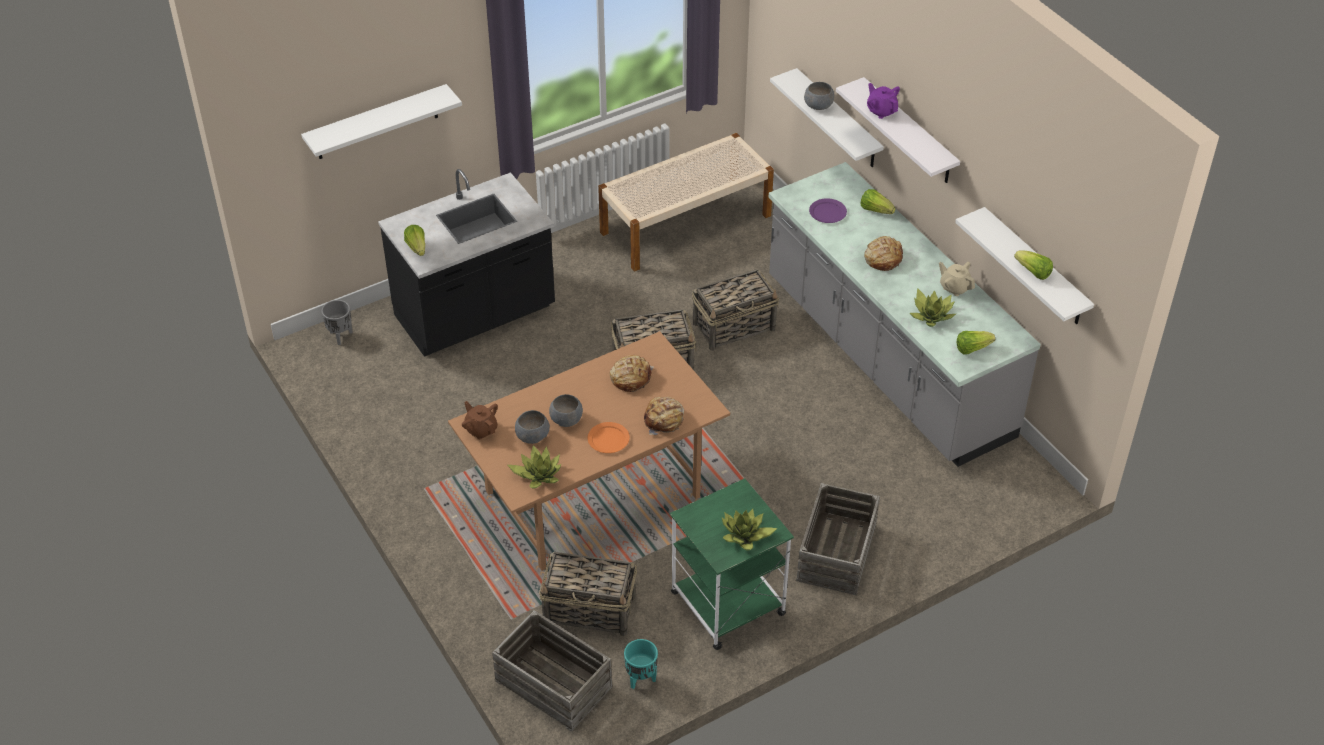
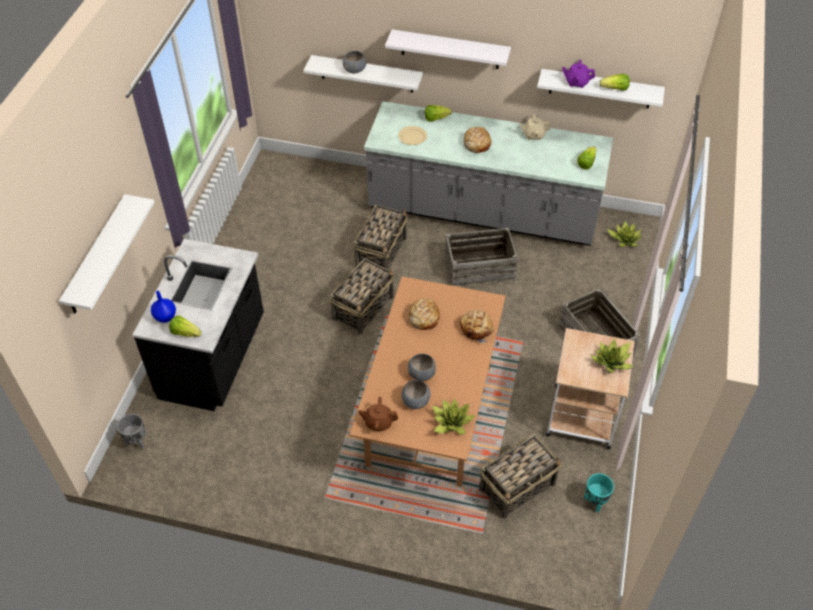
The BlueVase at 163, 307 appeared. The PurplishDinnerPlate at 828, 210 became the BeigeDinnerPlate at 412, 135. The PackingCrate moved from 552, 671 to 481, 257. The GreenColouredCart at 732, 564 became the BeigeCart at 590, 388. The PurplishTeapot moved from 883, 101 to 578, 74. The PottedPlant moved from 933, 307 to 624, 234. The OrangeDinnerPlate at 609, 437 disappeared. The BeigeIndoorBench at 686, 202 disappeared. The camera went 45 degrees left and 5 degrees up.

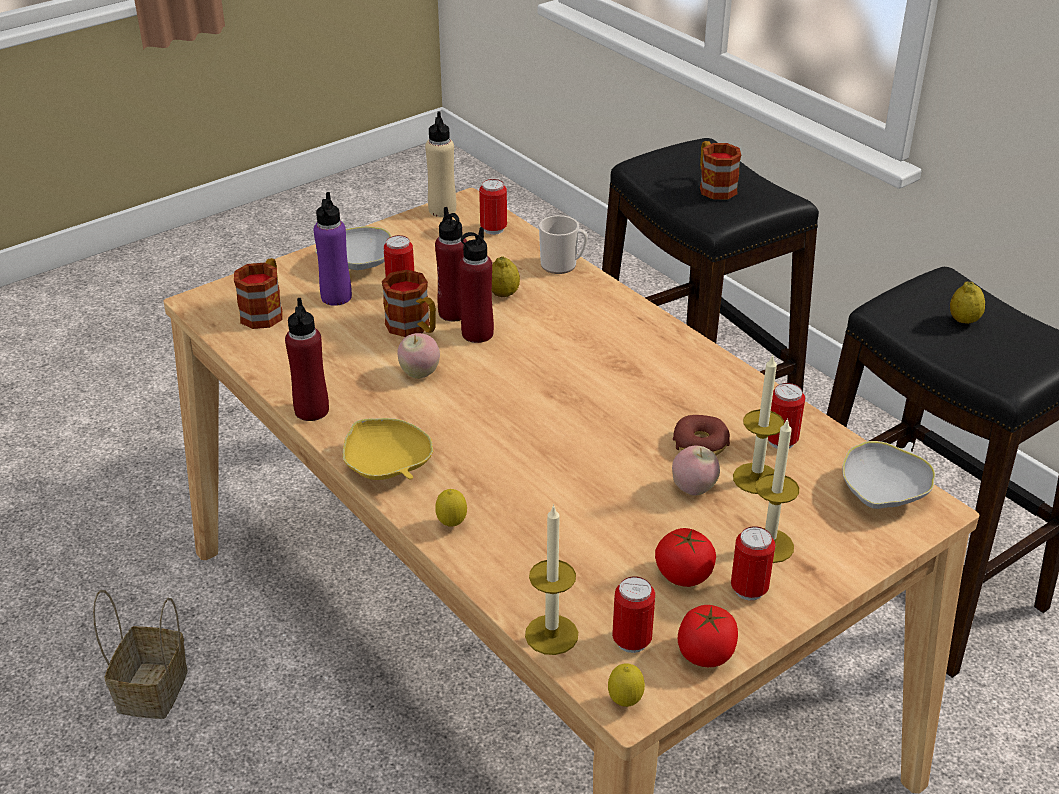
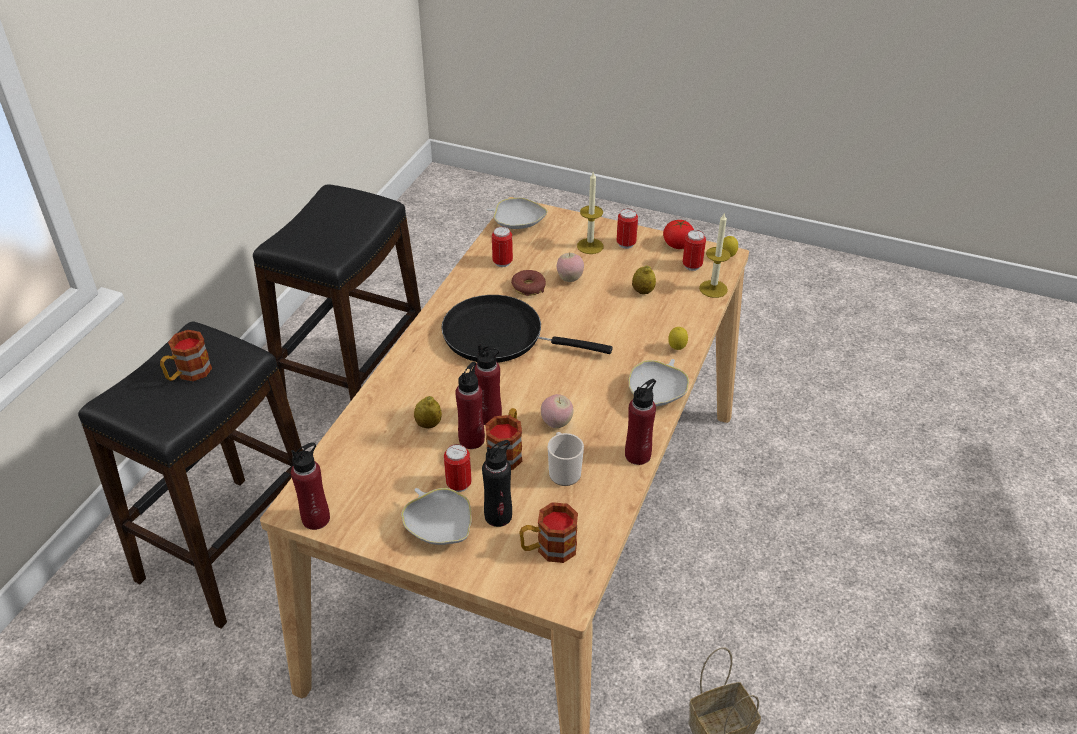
The BeigeBottle at 440, 164 became the RedColouredBottle at 310, 486. The BlackPan at 527, 329 appeared. The PurplishBottle at 333, 249 became the BlackBottle at 497, 483. The Mug moved from 563, 244 to 566, 459. The YellowishBowl at 388, 449 became the WhitishBowl at 659, 383. The Lemon moved from 967, 303 to 644, 279. The MetalCan at 493, 207 disappeared. The WholeTomato at 685, 557 disappeared. The WaxCandle at 758, 424 disappeared. The camera went 120 degrees left and 5 degrees up.

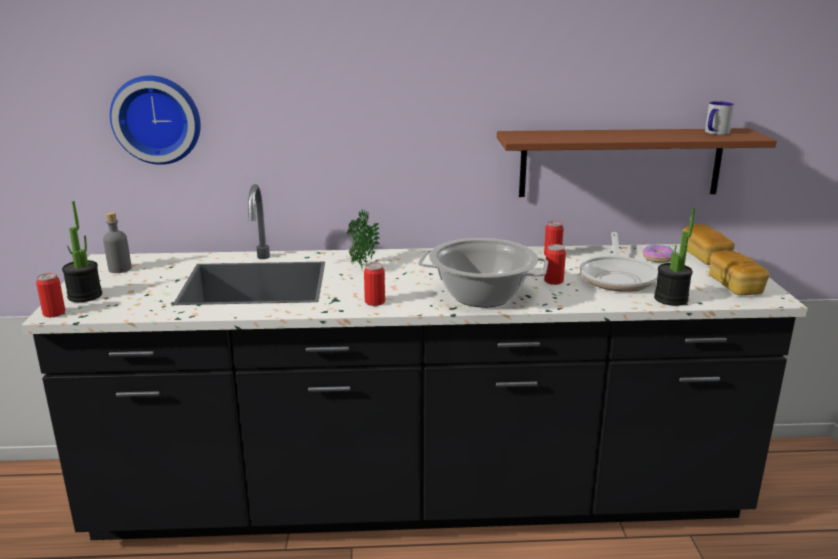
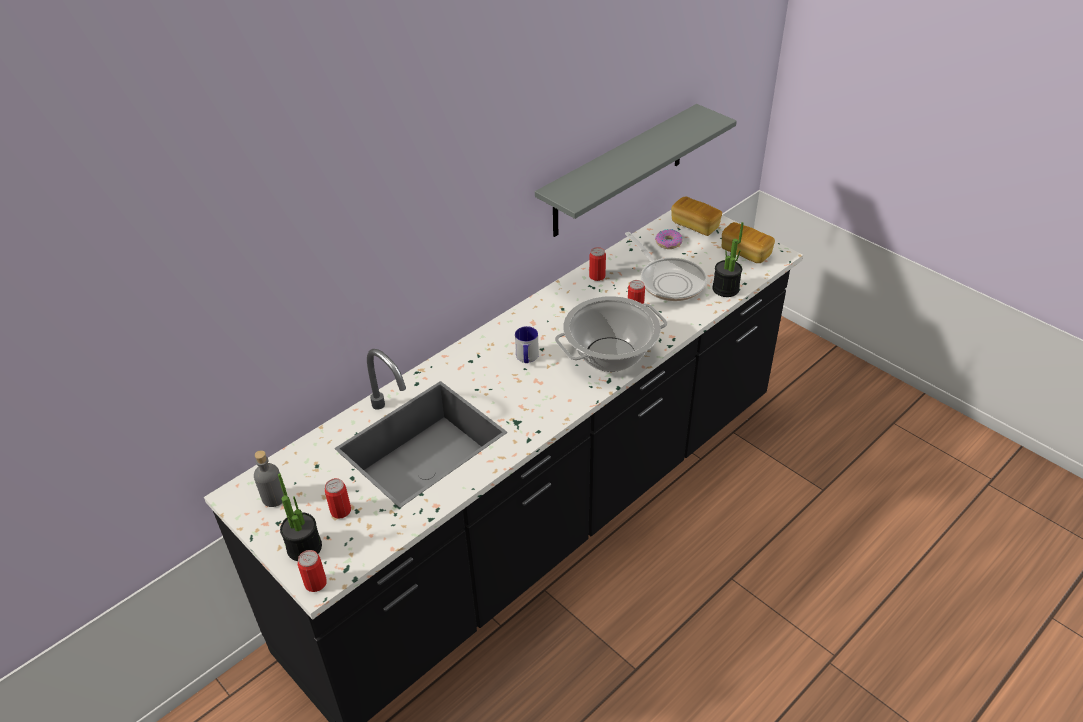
The MetalCan moved from 374, 284 to 338, 498. The Mug moved from 719, 118 to 527, 344. The BrownishWallShelf at 637, 162 became the GreyWallShelf at 636, 170. The HangingClock at 155, 120 disappeared. The PottedPlant at 363, 238 disappeared. The camera went 40 degrees left and 20 degrees up.

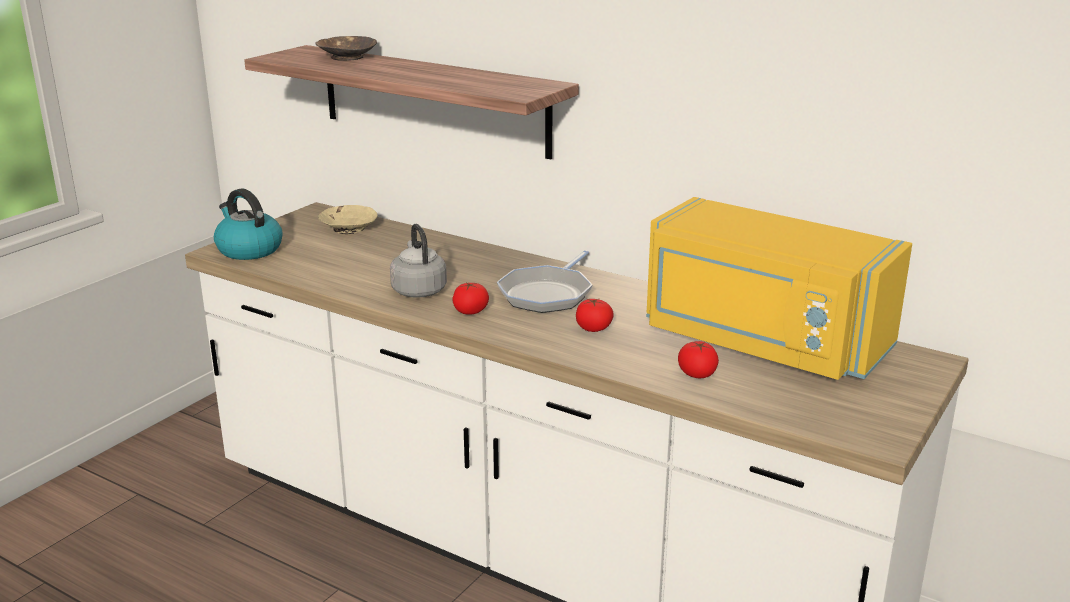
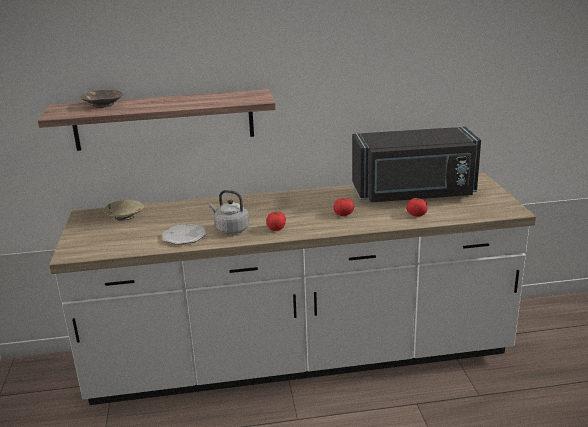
The DinnerPlate at 184, 234 appeared. The YellowishKitchenMicrowave at 779, 288 became the BlackKitchenMicrowave at 416, 164. The TeaKettle at 248, 224 disappeared. The Pan at 544, 281 disappeared. The camera went 40 degrees left and 0 degrees up.

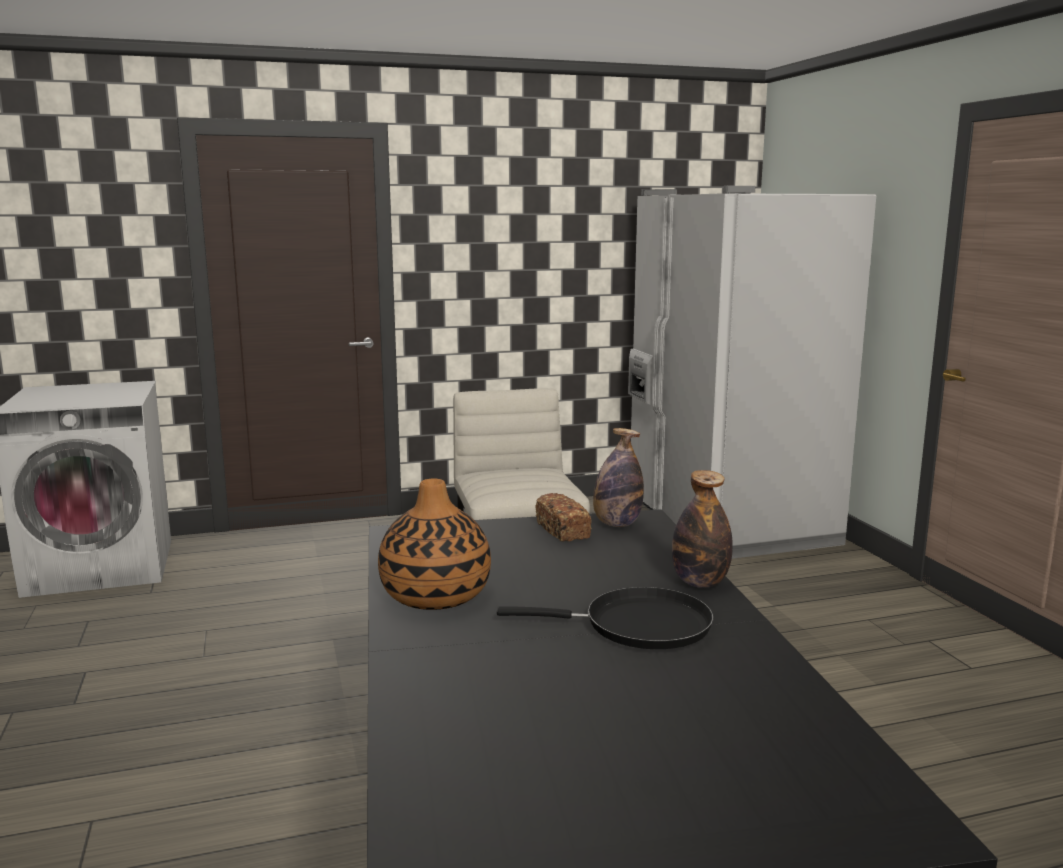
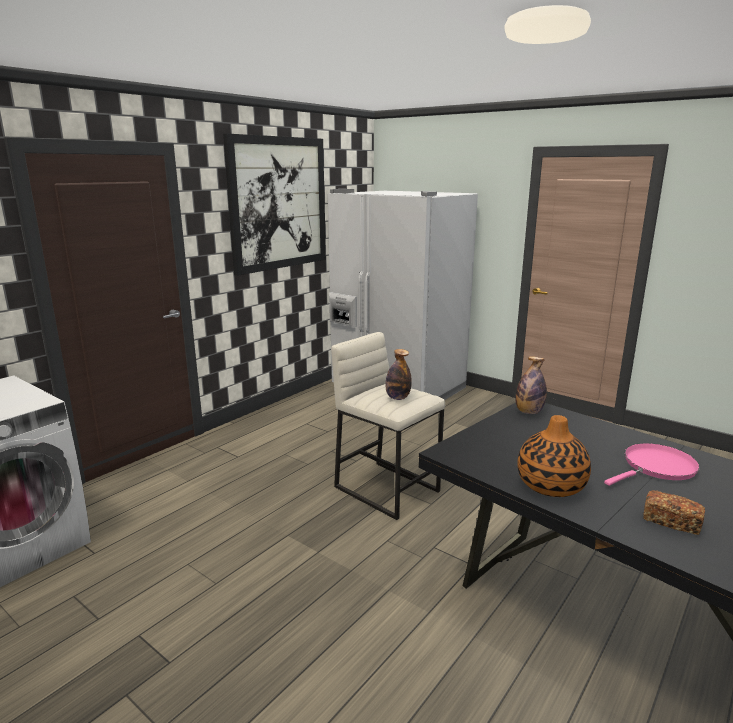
The WallArt at 274, 204 appeared. The Bottle moved from 702, 529 to 398, 374. The BlackPan at 605, 618 became the PinkishPan at 652, 464. The BakedBread moved from 563, 517 to 674, 512. The camera went 35 degrees left and 5 degrees up.

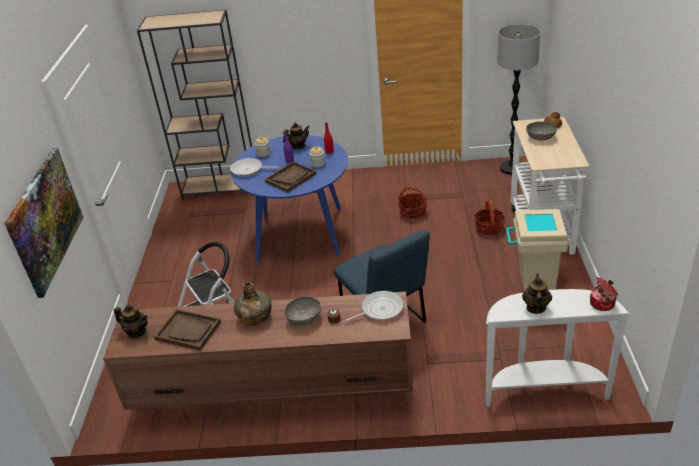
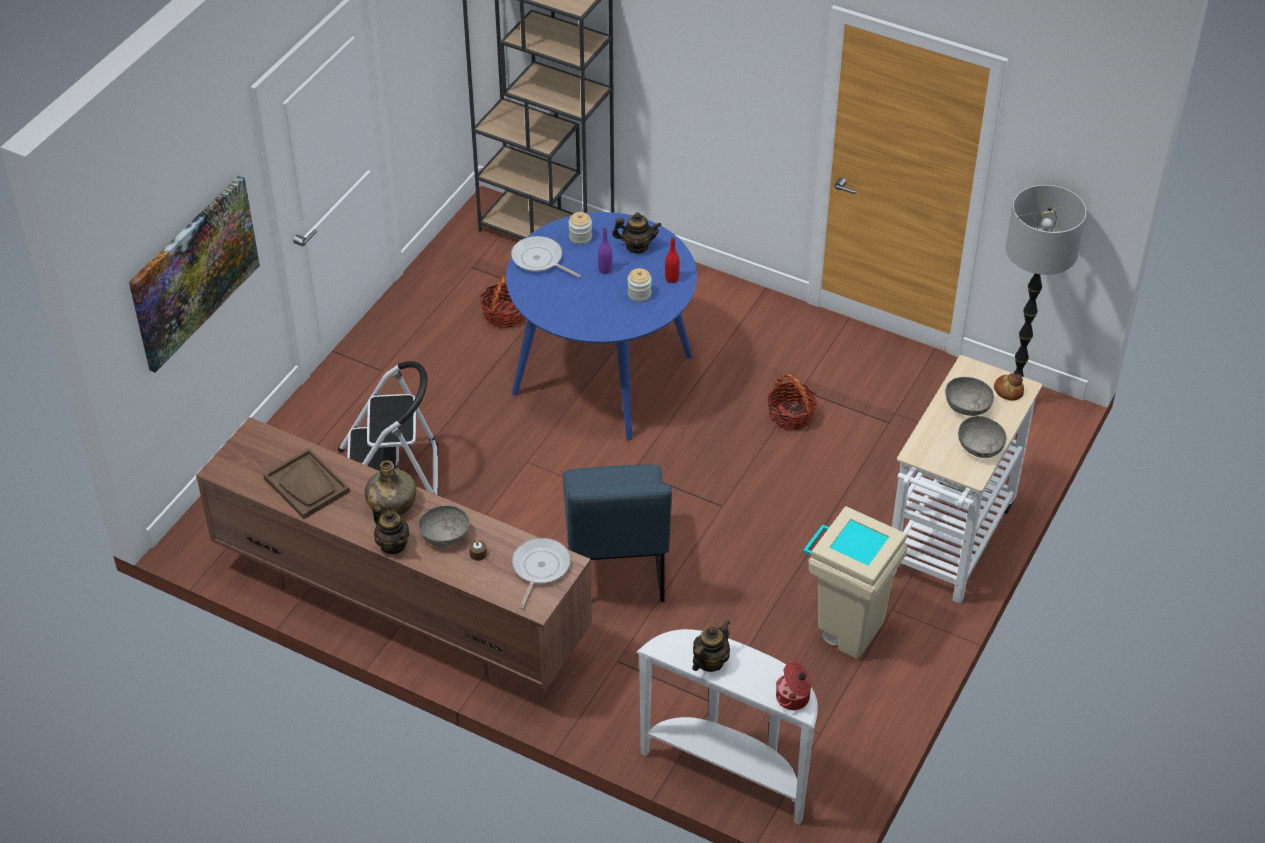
The Teapot moved from 131, 321 to 390, 529. The HouseholdBasket moved from 489, 217 to 502, 301. The Pan at 373, 307 turned 75 degrees counterclockwise. The GreyBowl at 982, 437 appeared. The BrownishCarryingTray at 291, 177 disappeared. The camera went 25 degrees right and 10 degrees up.

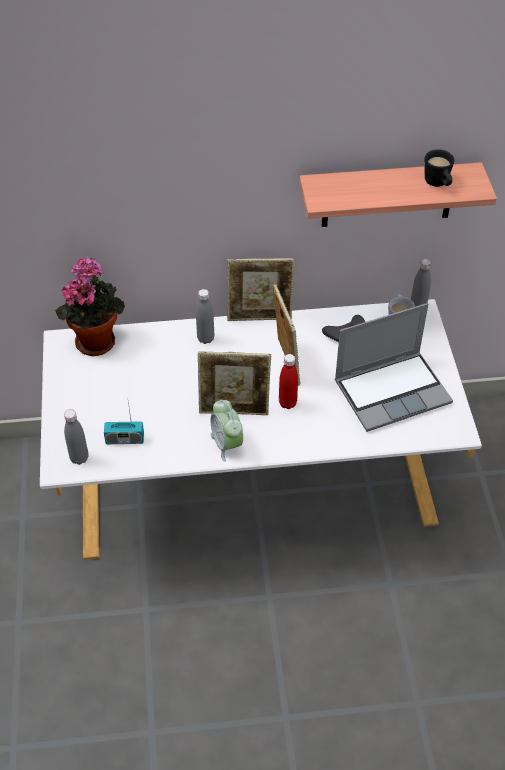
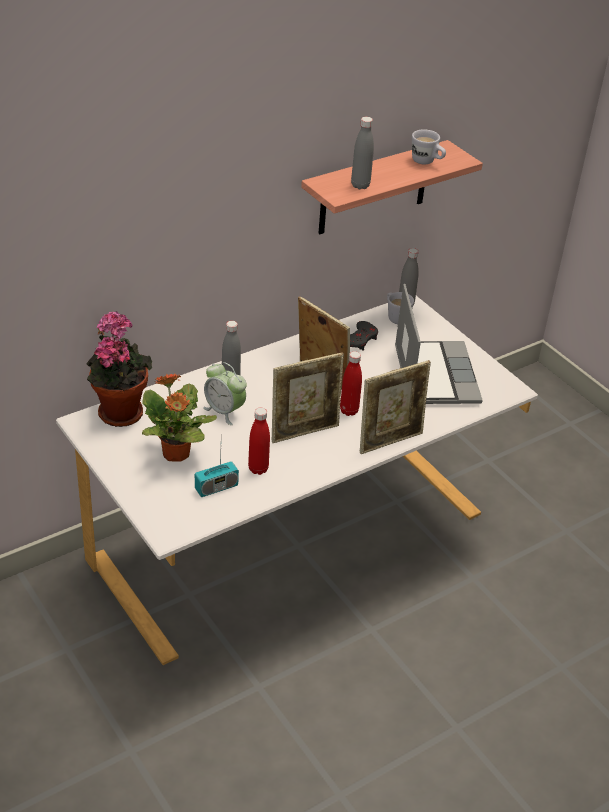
The PottedPlant at 179, 418 appeared. The AlarmClock moved from 226, 430 to 225, 393. The RedColouredBottle at 259, 441 appeared. The GreyBottle moved from 76, 437 to 362, 153. The PhotoFrame moved from 261, 289 to 395, 407. The NotebookComputer at 394, 367 turned 45 degrees counterclockwise. The BlackMug at 439, 168 became the WhitishMug at 429, 147. The camera went 30 degrees left and 10 degrees down.

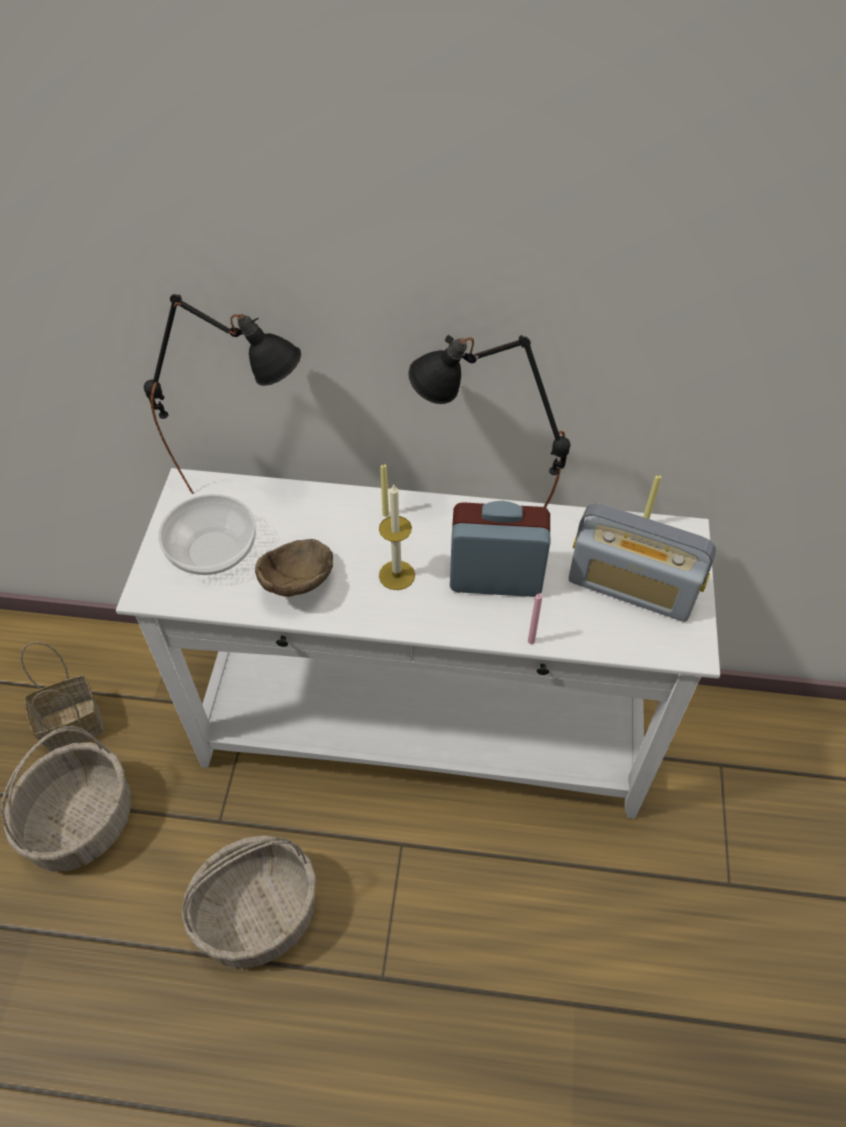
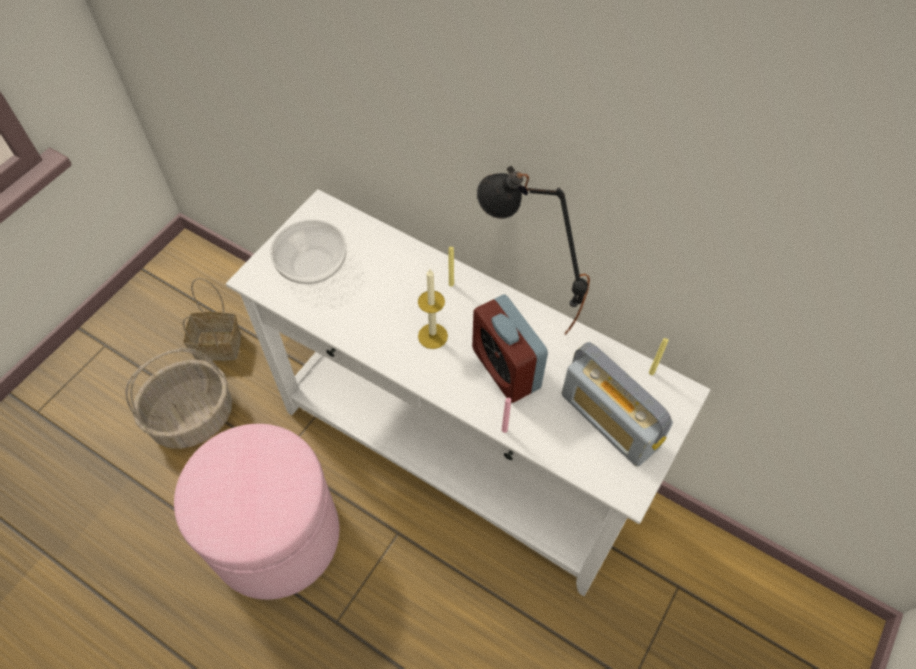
The HouseholdBasket at 249, 901 was replaced by the PinkishPouffe at 256, 512. The AlarmClock at 500, 549 turned 150 degrees counterclockwise. The BlackTableLamp at 222, 394 disappeared. The BrownishBowl at 294, 568 disappeared. The camera went 25 degrees right and 5 degrees up.

